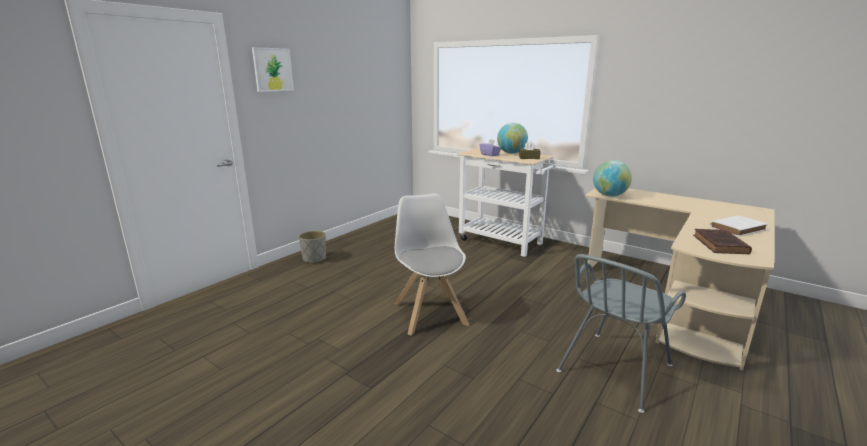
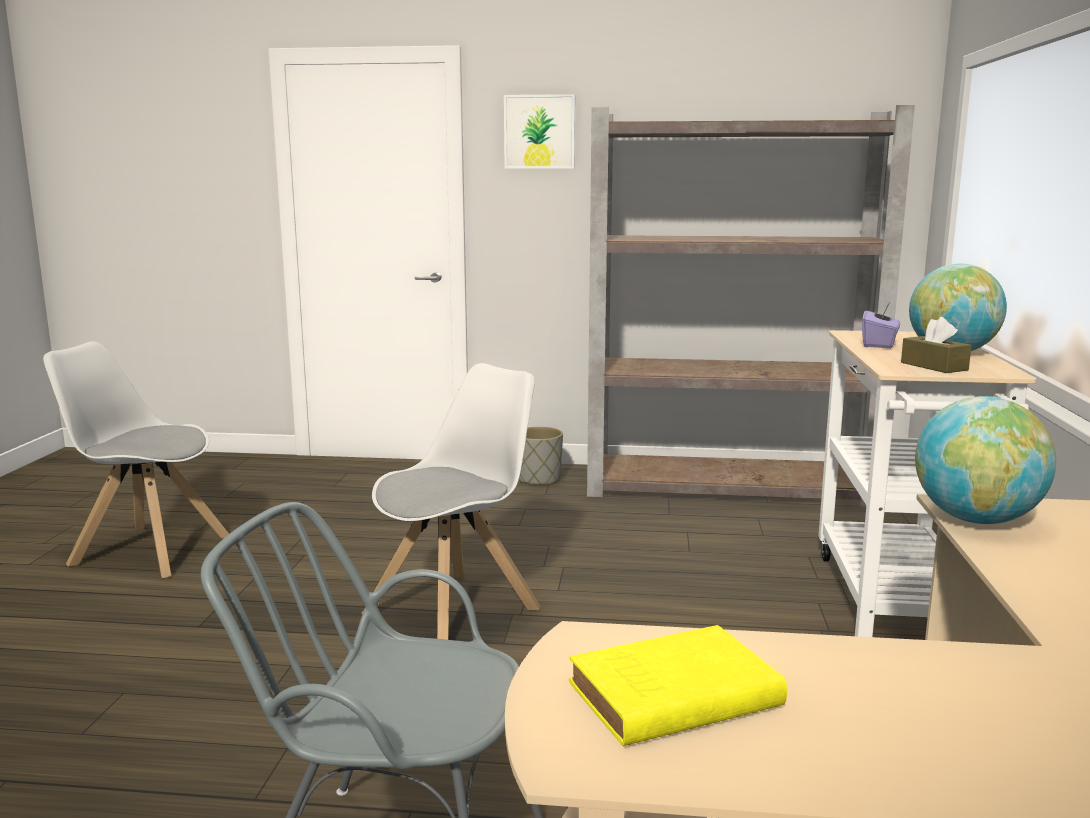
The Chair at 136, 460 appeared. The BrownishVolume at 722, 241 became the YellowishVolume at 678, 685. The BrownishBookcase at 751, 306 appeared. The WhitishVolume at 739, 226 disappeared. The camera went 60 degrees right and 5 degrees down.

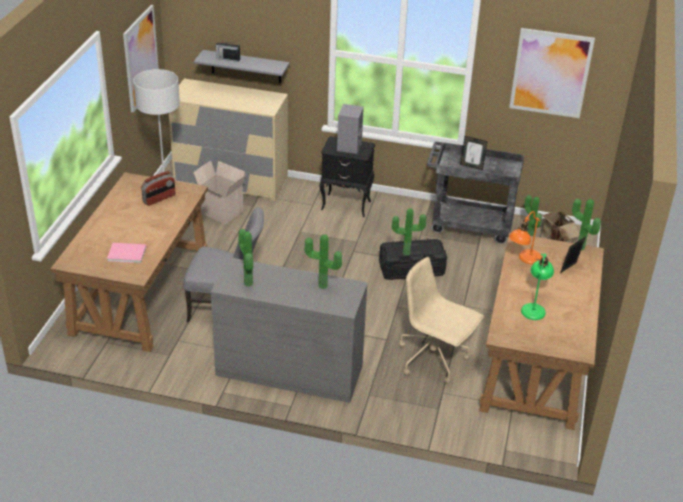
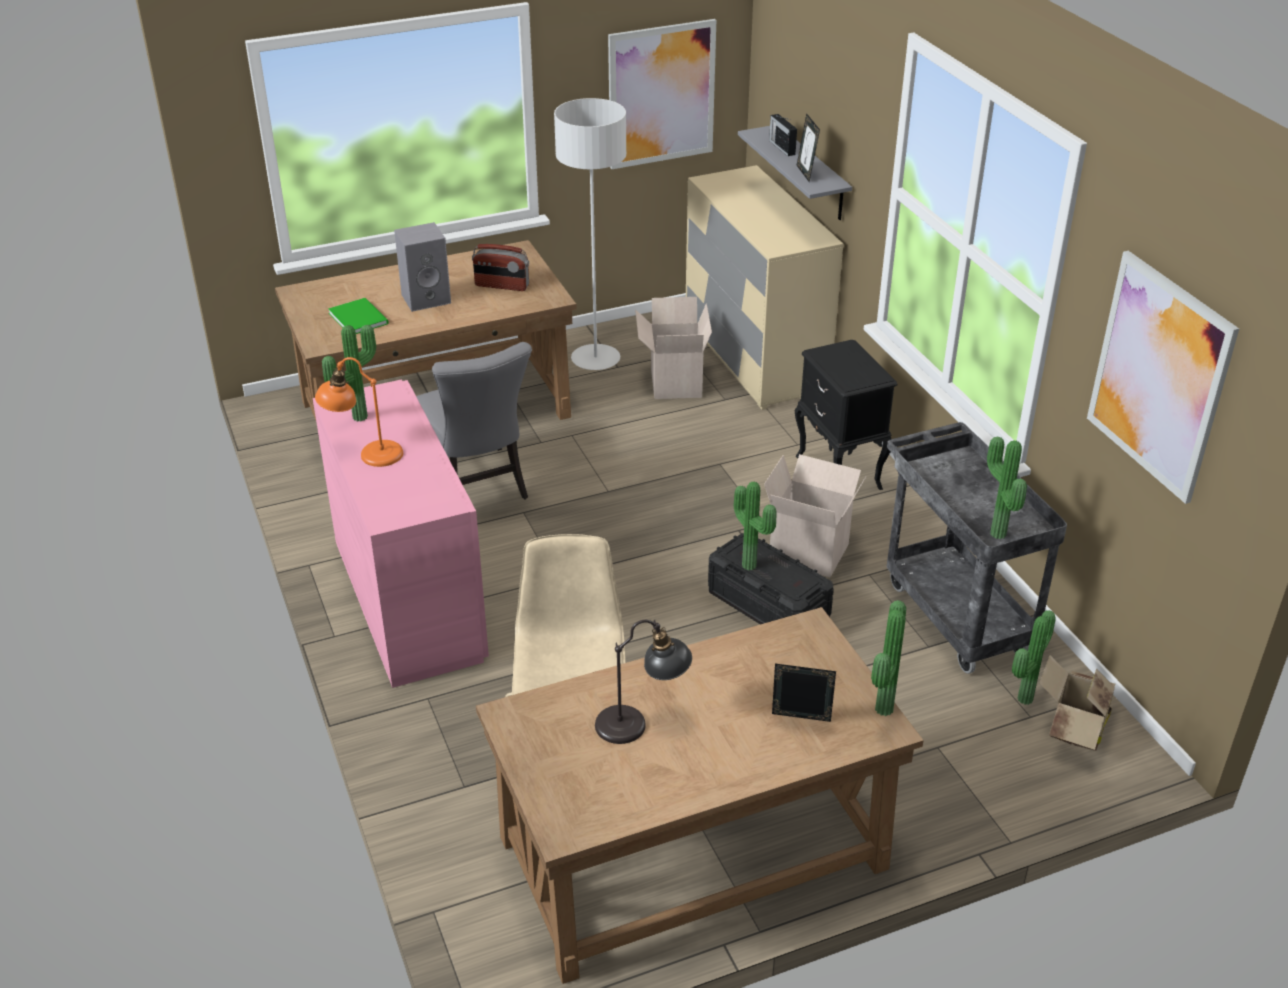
The GreyCupboard at 289, 330 became the PinkishCupboard at 401, 533. The OrangeTableLamp moved from 525, 237 to 359, 412. The PinkishVolume at 127, 253 became the GreenColouredVolume at 358, 316. The GreyLoudspeaker moved from 350, 129 to 422, 267. The GreenColouredTableLamp at 537, 286 became the GreyTableLamp at 643, 681. The Carton at 815, 515 appeared. The PhotoFrame moved from 474, 153 to 808, 147. The PottedPlant moved from 323, 261 to 1007, 487. The camera went 55 degrees right and 0 degrees up.

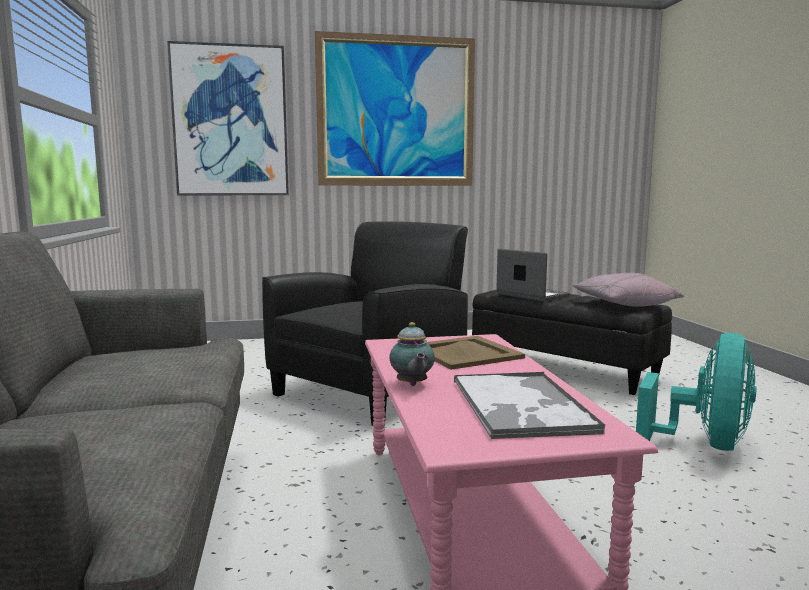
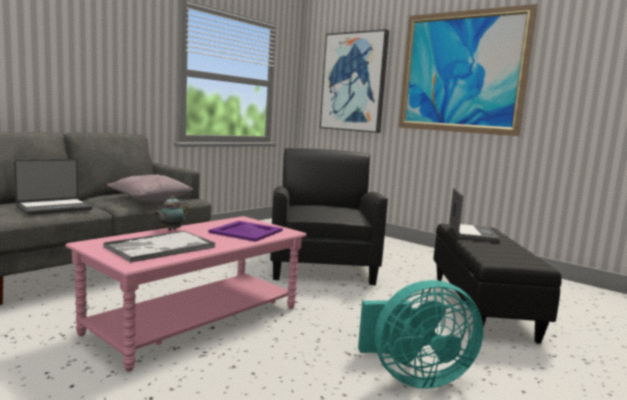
The NotebookComputer at 53, 187 appeared. The PurplishThrowPillow moved from 628, 290 to 150, 187. The BeigeCarryingTray at 476, 353 became the PurplishCarryingTray at 245, 231. The BlackLoungeChair at 365, 323 turned 90 degrees counterclockwise. The camera went 50 degrees right and 0 degrees up.

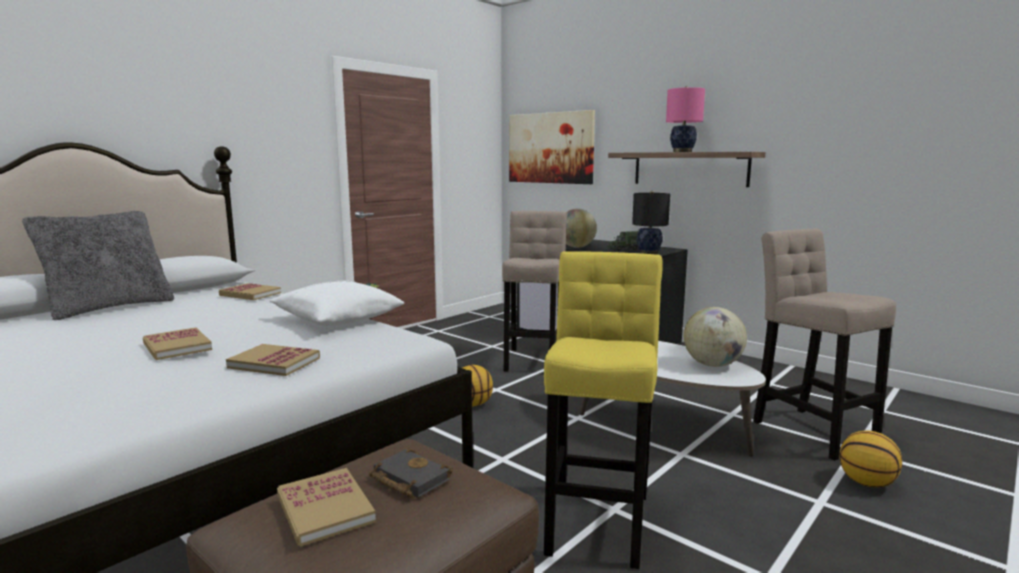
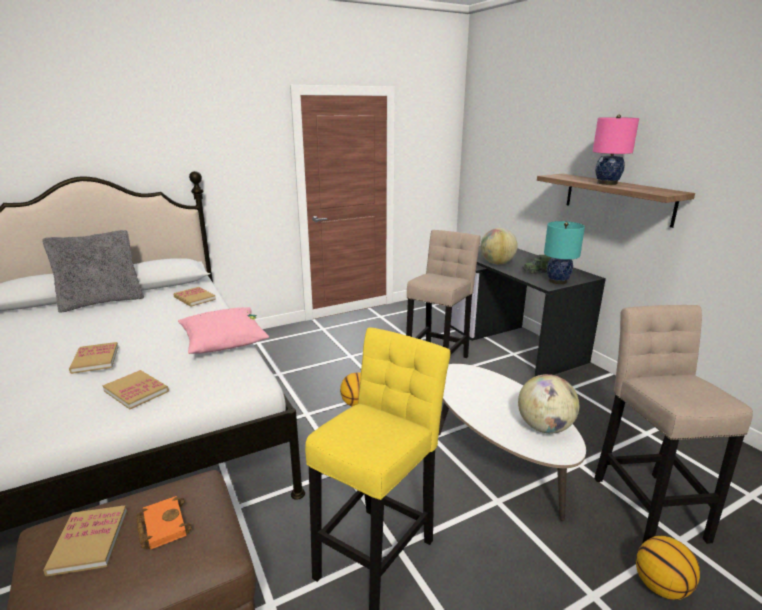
The BlackVolume at 411, 473 became the OrangeVolume at 164, 523. The WhitishThrowPillow at 336, 303 became the PinkishThrowPillow at 223, 330. The BlackTableLamp at 651, 222 became the TurquoiseColouredTableLamp at 564, 252. The WallArt at 552, 147 disappeared. The camera went 20 degrees right and 10 degrees up.

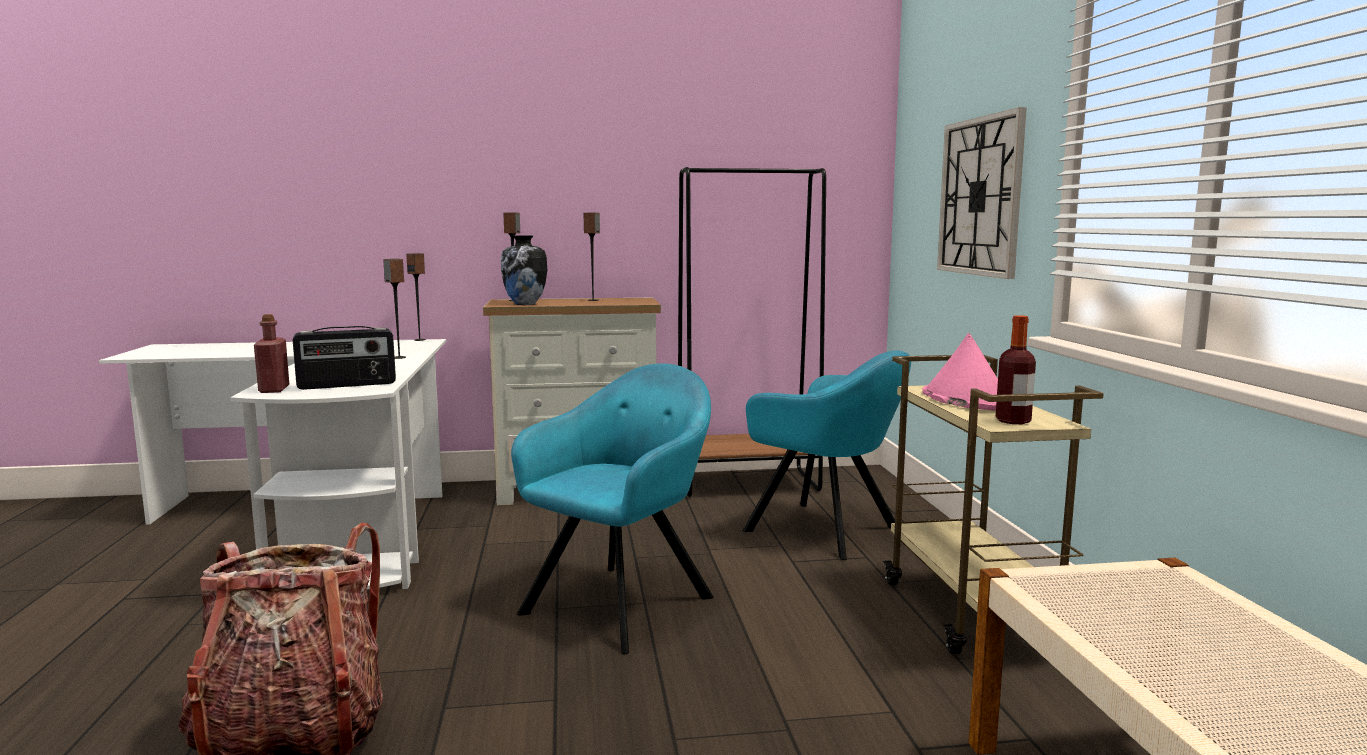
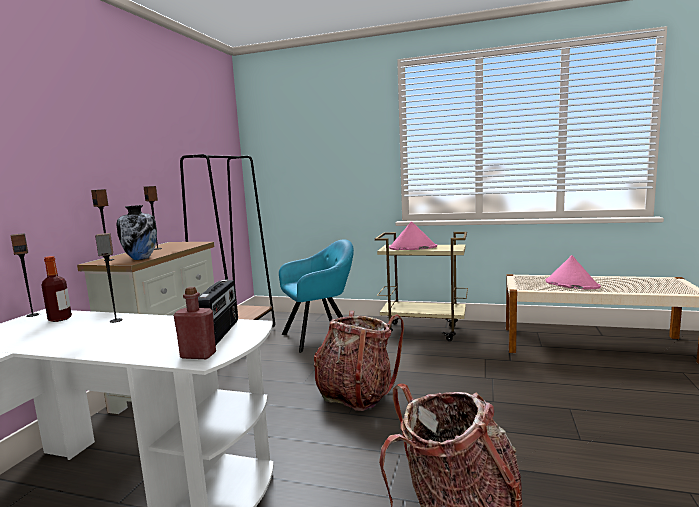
The Bottle moved from 1016, 369 to 56, 289. The TurquoiseColouredLoungeChair at 612, 508 was replaced by the Backpack at 359, 361. The PinkishWearableHat at 573, 272 appeared. The HangingClock at 982, 193 disappeared. The camera went 65 degrees left and 0 degrees up.

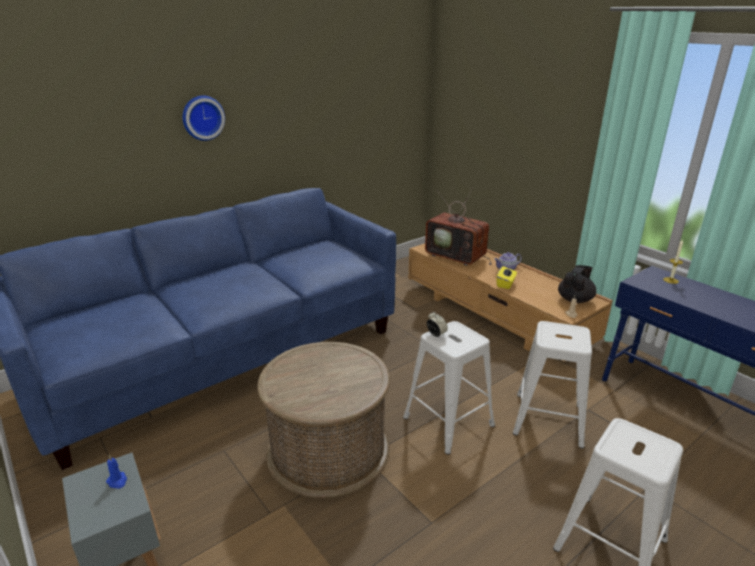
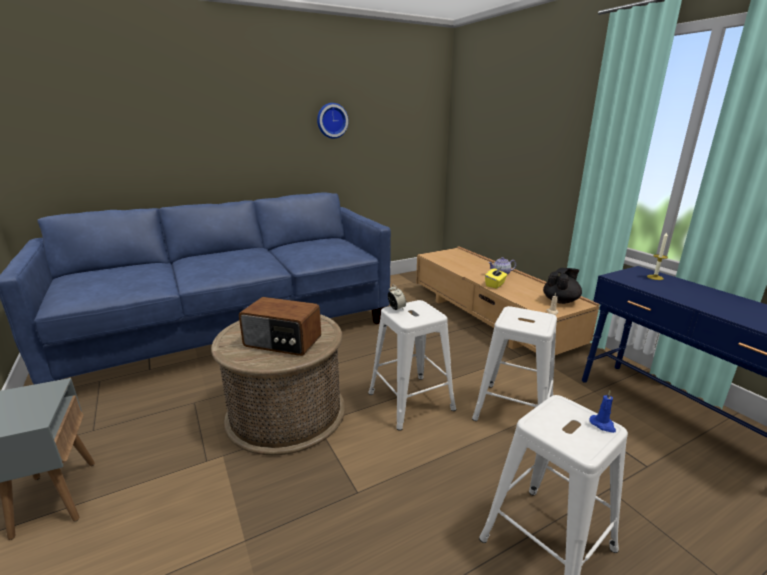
The RadioSet at 280, 326 appeared. The HangingClock moved from 204, 118 to 333, 121. The BlueWaxCandle moved from 116, 471 to 602, 411. The TvSet at 458, 226 disappeared. The camera went 10 degrees right and 5 degrees down.

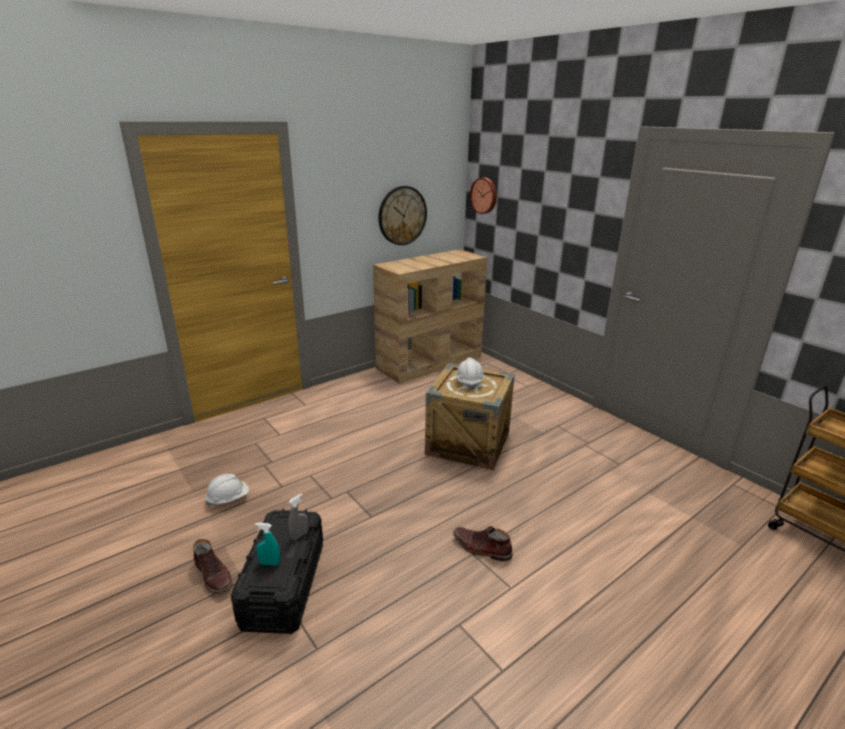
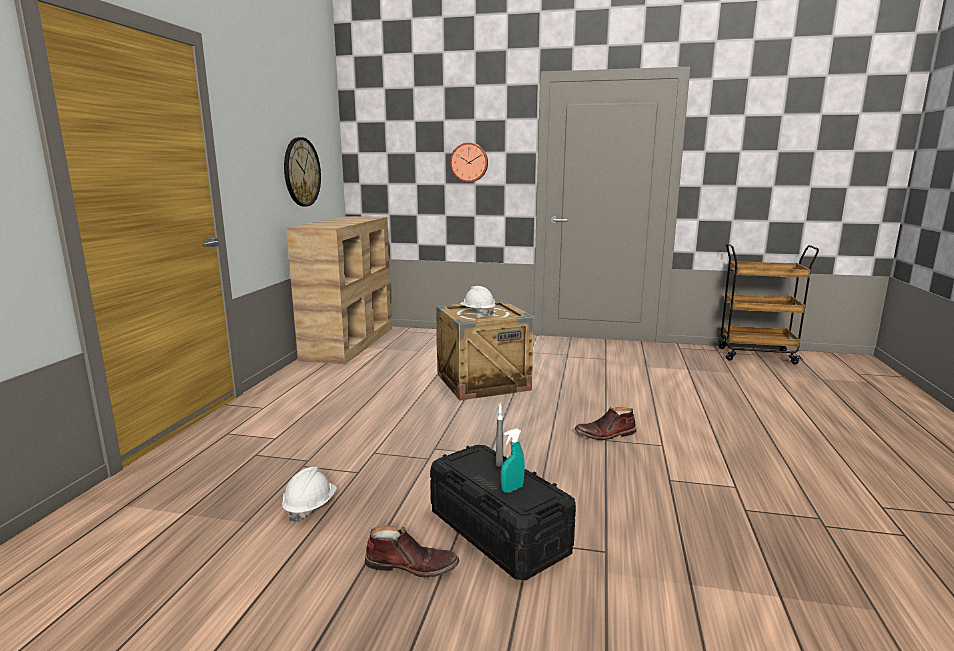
The HangingClock moved from 483, 195 to 469, 162. The camera went 40 degrees left and 10 degrees down.

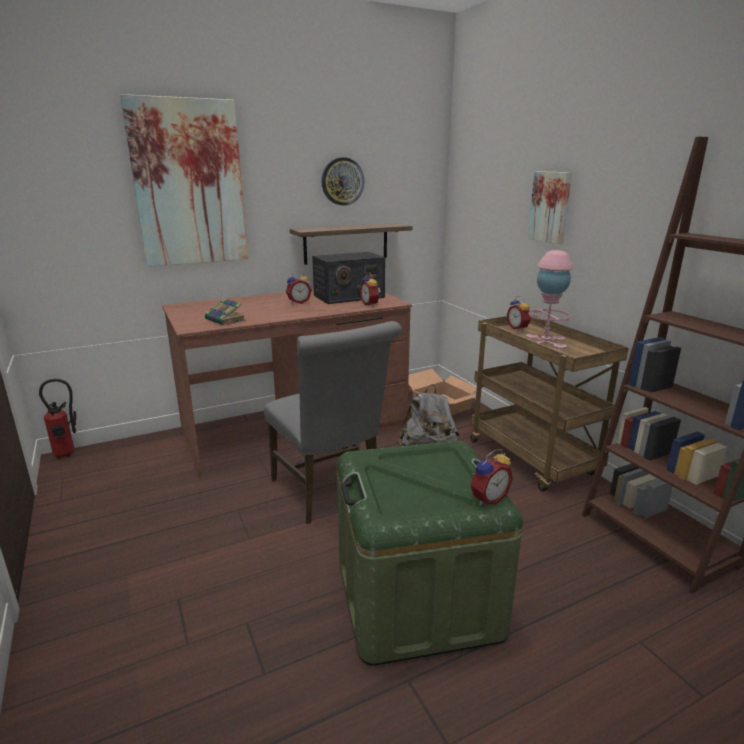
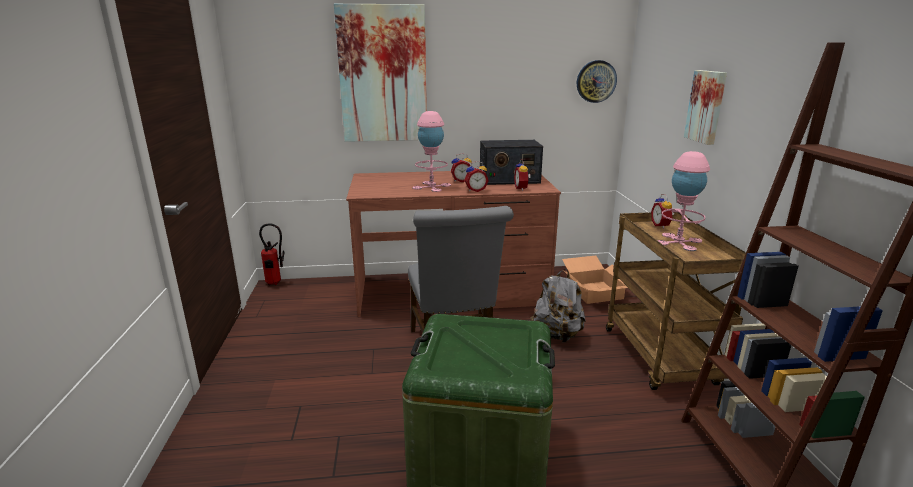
The PinkishTableLamp at 431, 151 appeared. The AlarmClock moved from 491, 477 to 476, 176. The HangingClock moved from 342, 181 to 597, 81. The Volume at 225, 312 disappeared. The WallShelf at 351, 244 disappeared. The camera went 20 degrees right and 0 degrees up.

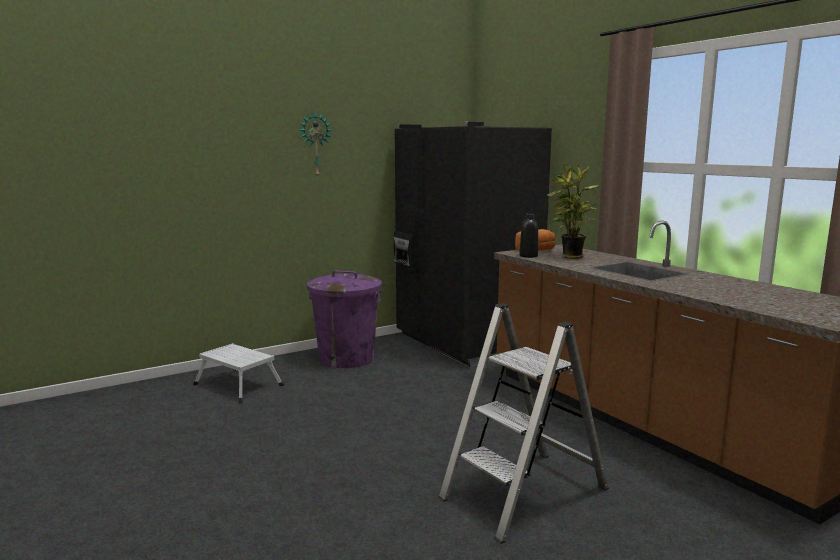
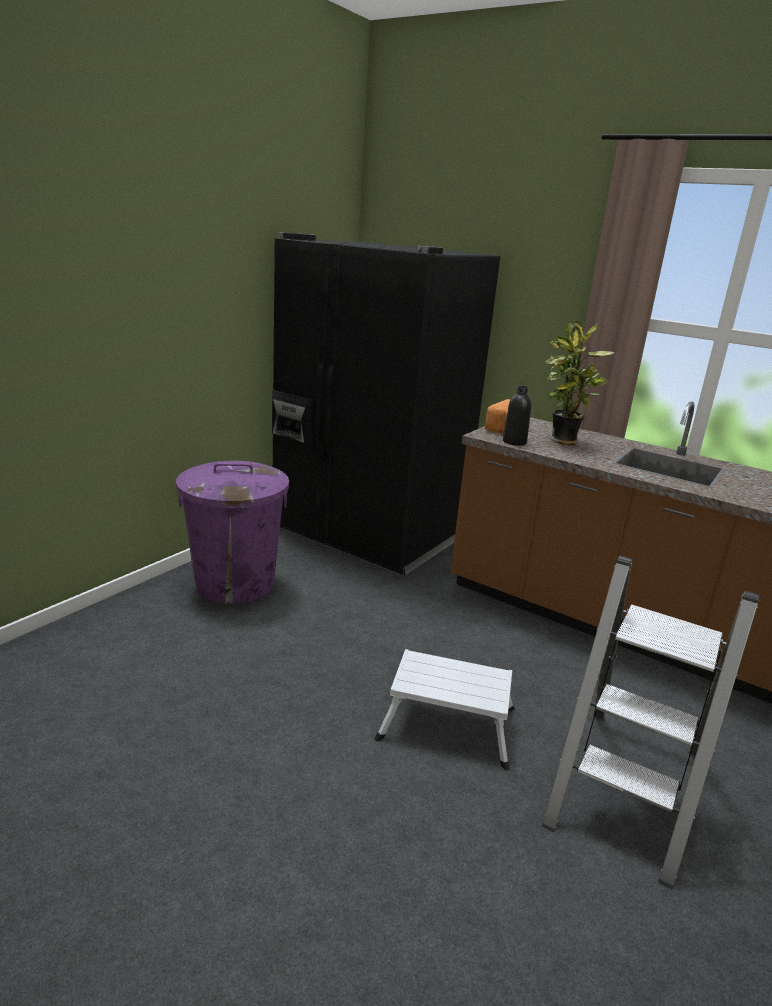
The WhitishStepStool moved from 238, 373 to 444, 710. The HangingClock at 316, 144 disappeared. The camera went 25 degrees left and 10 degrees up.

